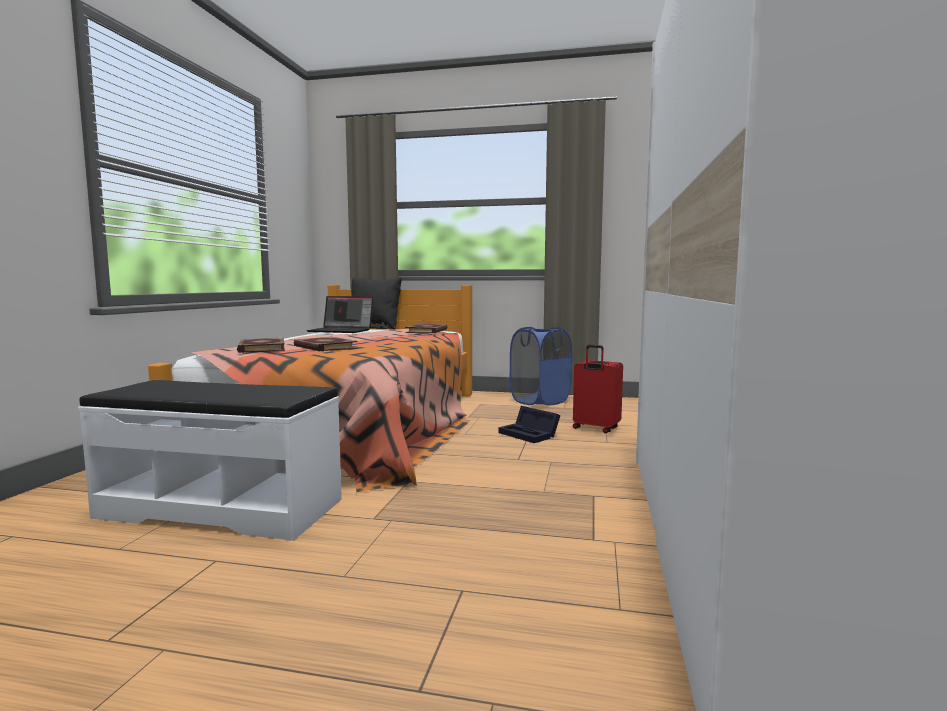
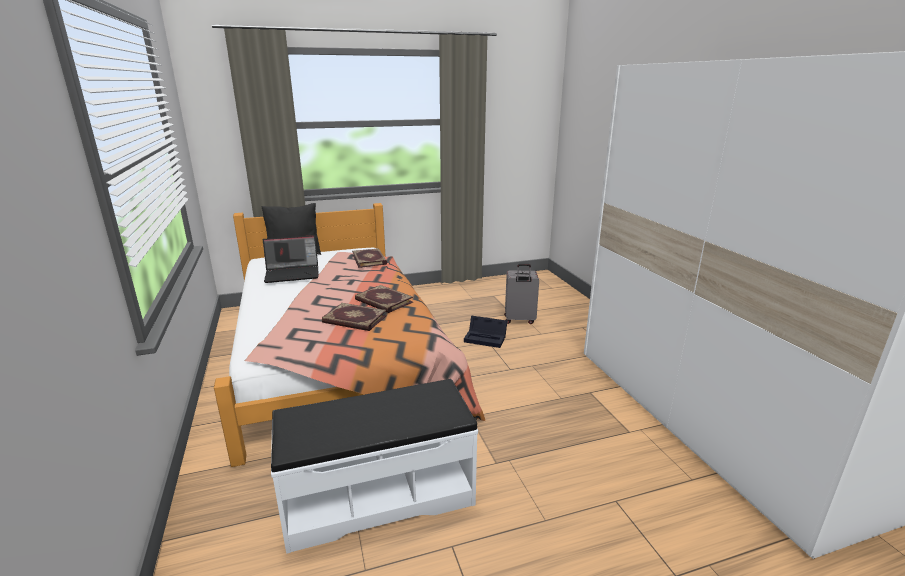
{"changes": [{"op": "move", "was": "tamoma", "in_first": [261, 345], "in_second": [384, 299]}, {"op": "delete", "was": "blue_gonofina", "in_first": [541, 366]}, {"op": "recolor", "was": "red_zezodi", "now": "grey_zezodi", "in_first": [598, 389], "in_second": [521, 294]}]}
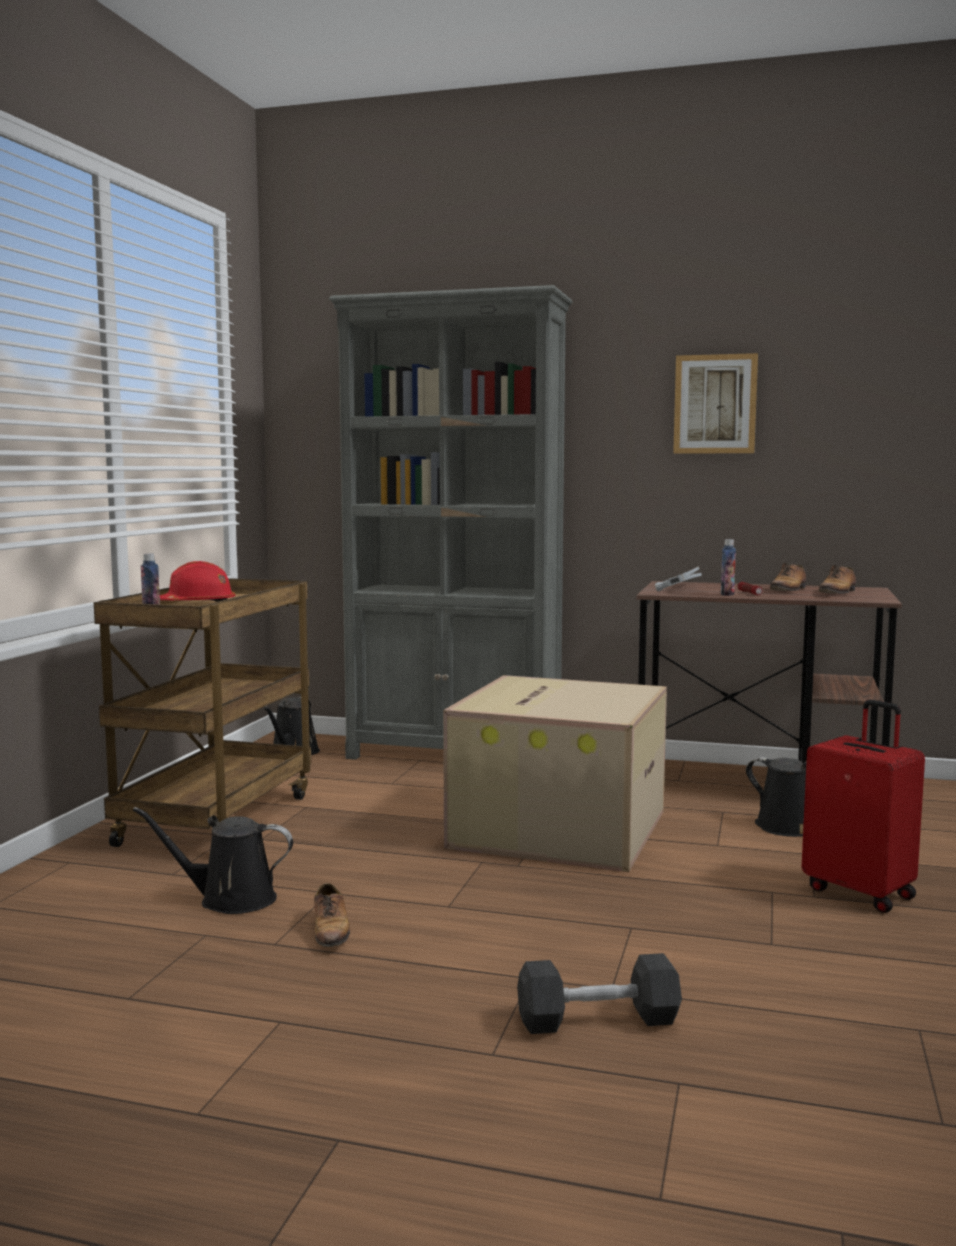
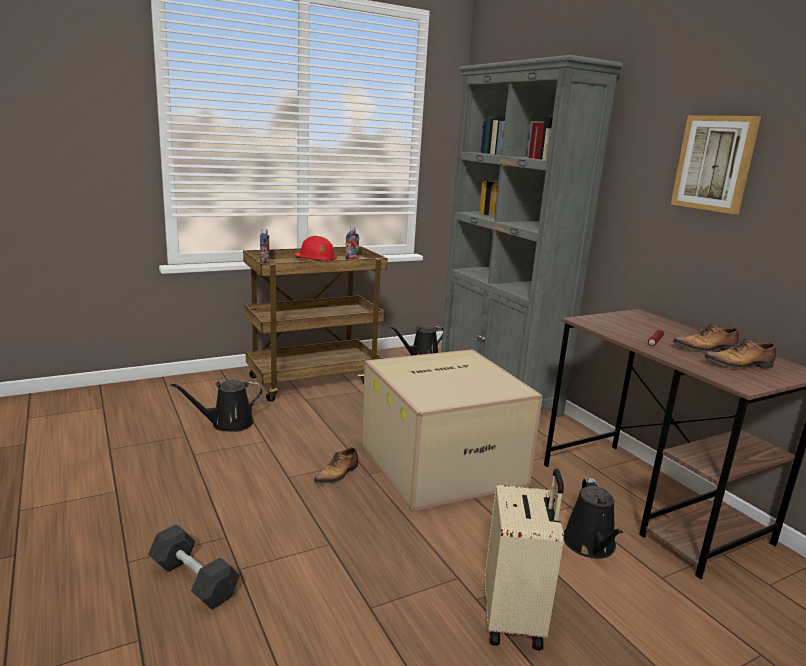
{"changes": [{"op": "rotate", "was": "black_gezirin", "in_first": [213, 860], "in_second": [217, 406], "clockwise": -75}, {"op": "move", "was": "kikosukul", "in_first": [332, 915], "in_second": [336, 465]}, {"op": "delete", "was": "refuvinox", "in_first": [678, 579]}, {"op": "move", "was": "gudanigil", "in_first": [728, 567], "in_second": [352, 242]}, {"op": "recolor", "was": "red_zezodi", "now": "beige_zezodi", "in_first": [863, 806], "in_second": [524, 560]}]}
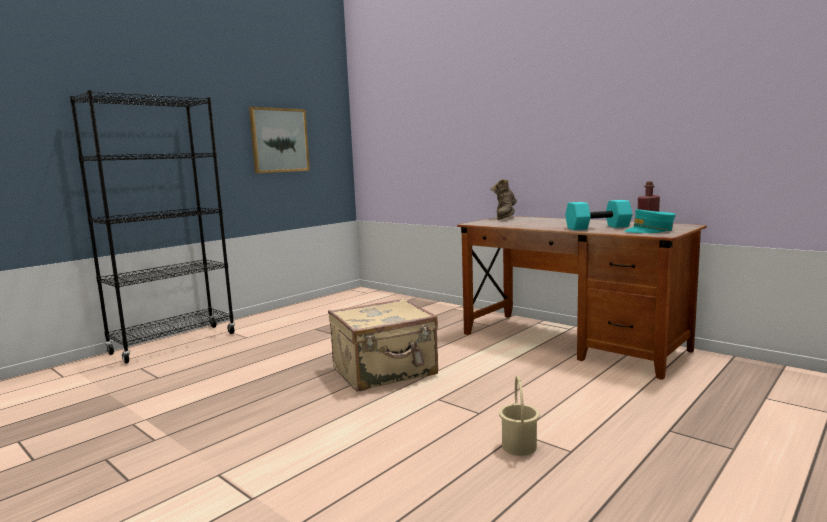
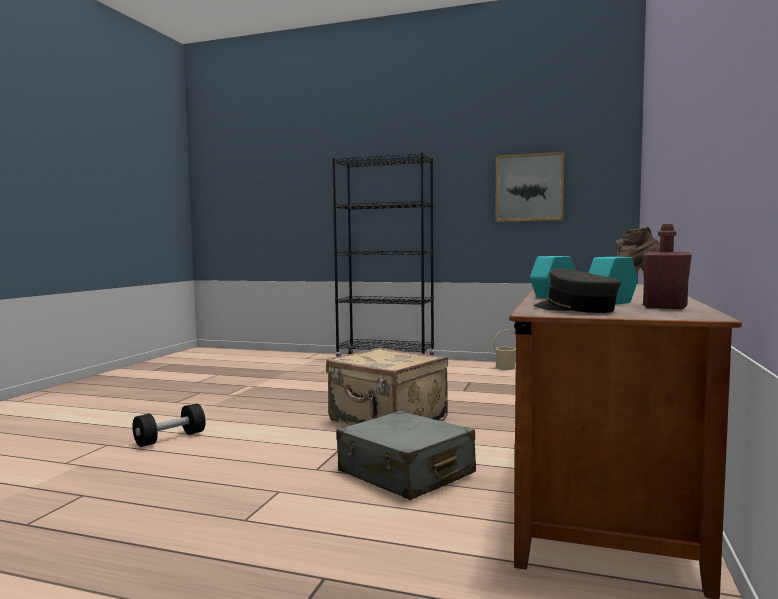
{"changes": [{"op": "move", "was": "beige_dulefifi", "in_first": [519, 416], "in_second": [504, 349]}, {"op": "recolor", "was": "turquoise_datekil", "now": "grey_datekil", "in_first": [650, 221], "in_second": [577, 291]}, {"op": "insert", "now": "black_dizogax", "in_second": [168, 425]}, {"op": "insert", "now": "grey_zezodi", "in_second": [406, 455]}]}
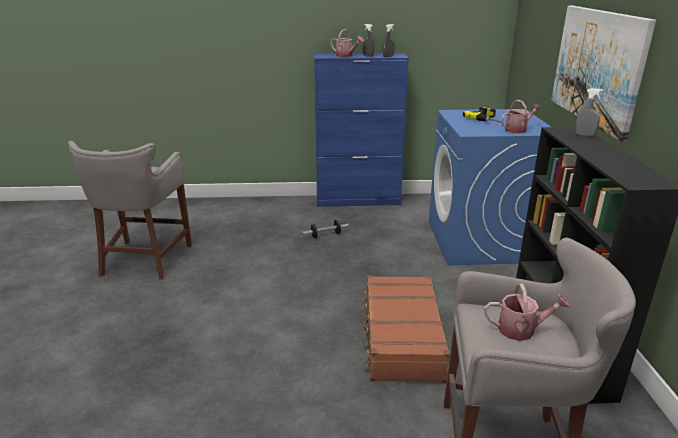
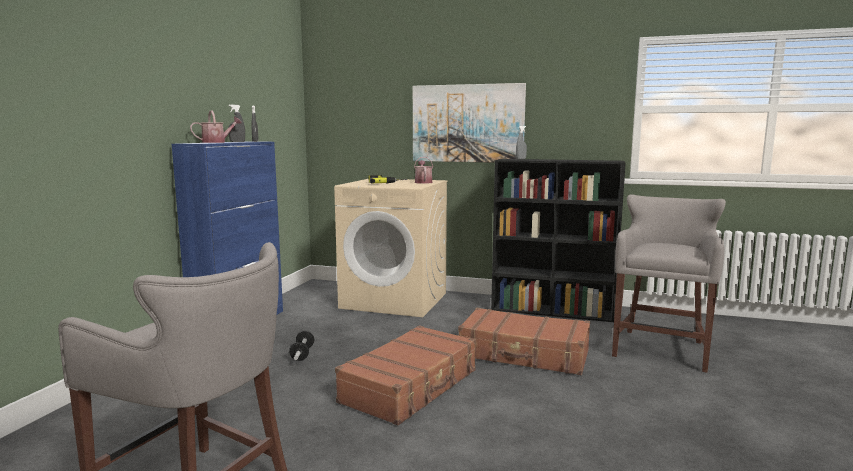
{"changes": [{"op": "recolor", "was": "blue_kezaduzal", "now": "beige_kezaduzal", "in_first": [490, 187], "in_second": [391, 248]}, {"op": "delete", "was": "gezirin", "in_first": [527, 312]}, {"op": "insert", "now": "brown_zezodi", "in_second": [405, 375]}]}
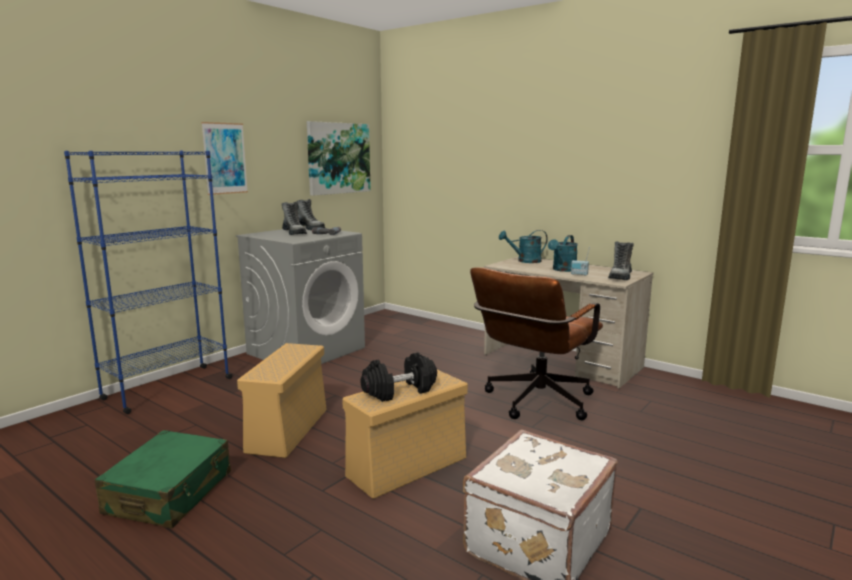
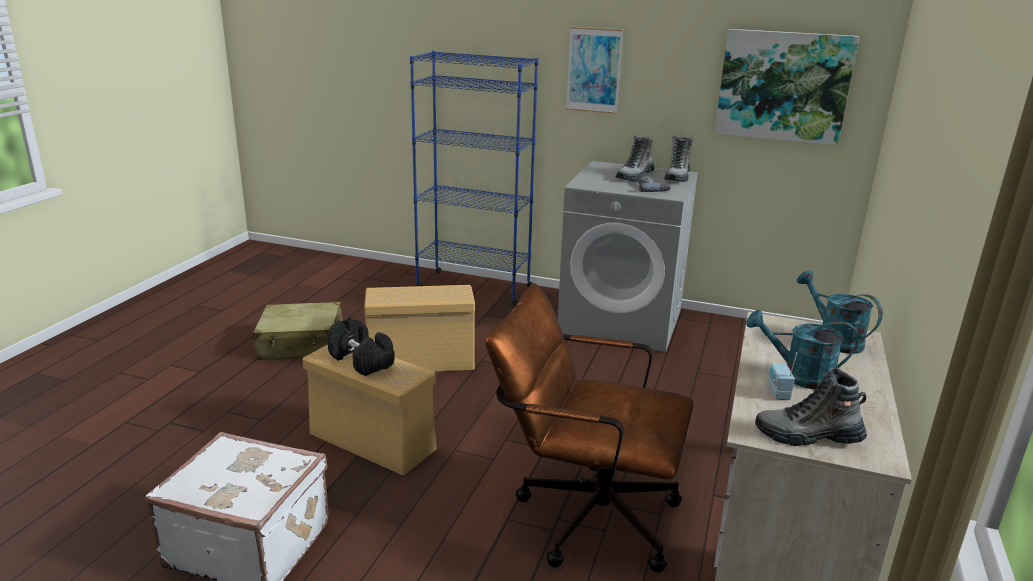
{"changes": [{"op": "recolor", "was": "green_zezodi", "now": "beige_zezodi", "in_first": [163, 479], "in_second": [298, 331]}]}
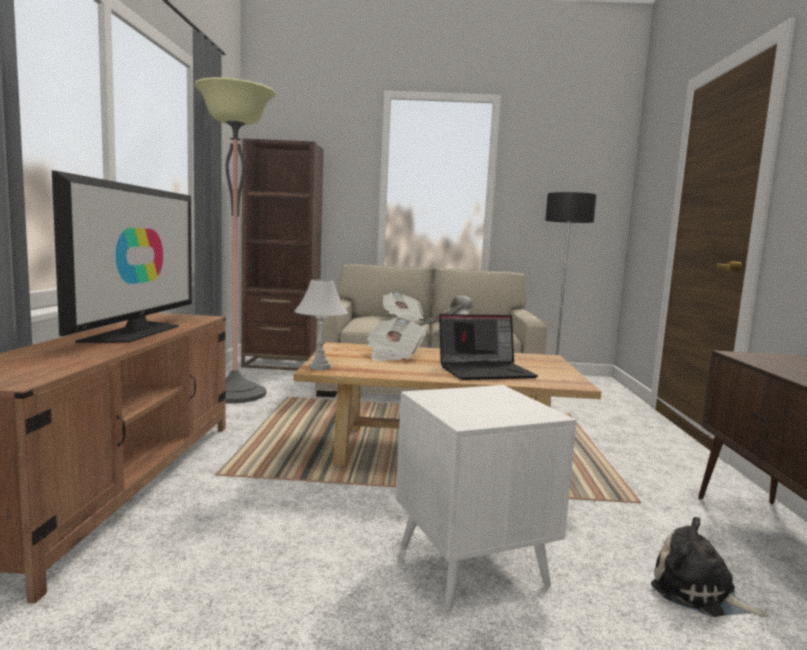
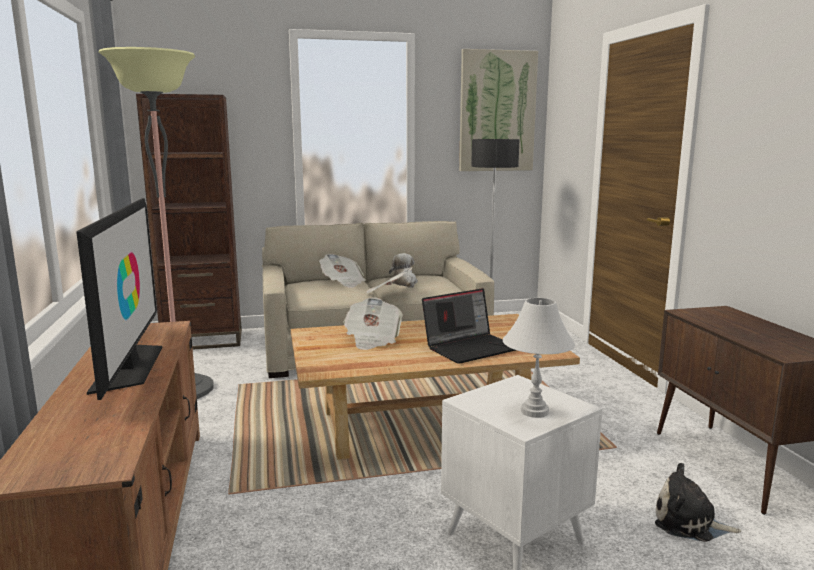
{"changes": [{"op": "move", "was": "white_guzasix", "in_first": [321, 325], "in_second": [539, 358]}, {"op": "insert", "now": "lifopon", "in_second": [498, 110]}]}
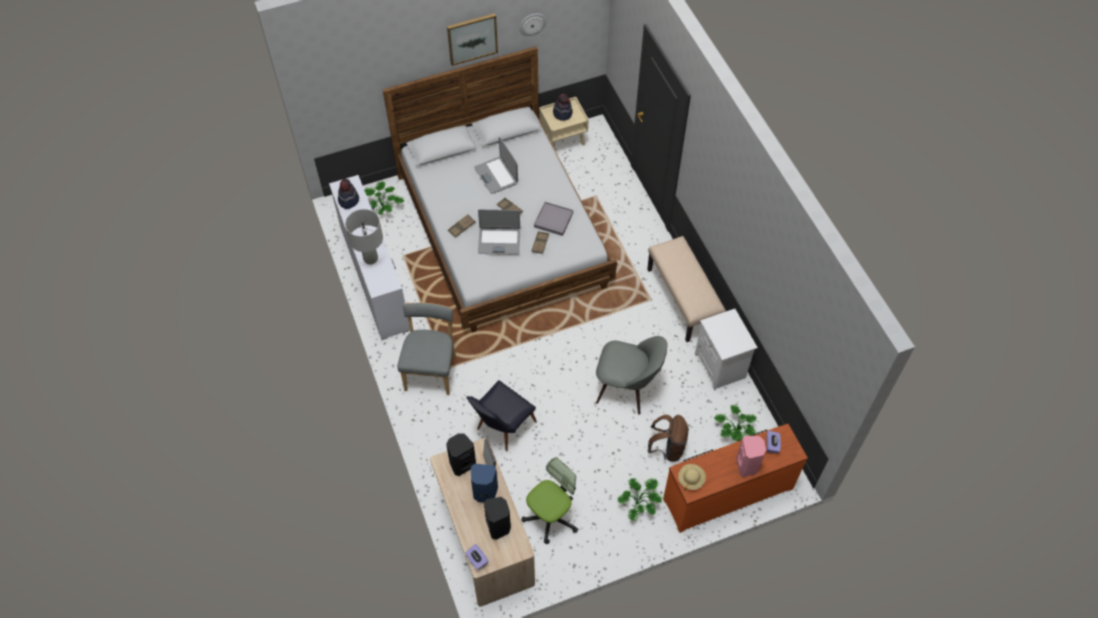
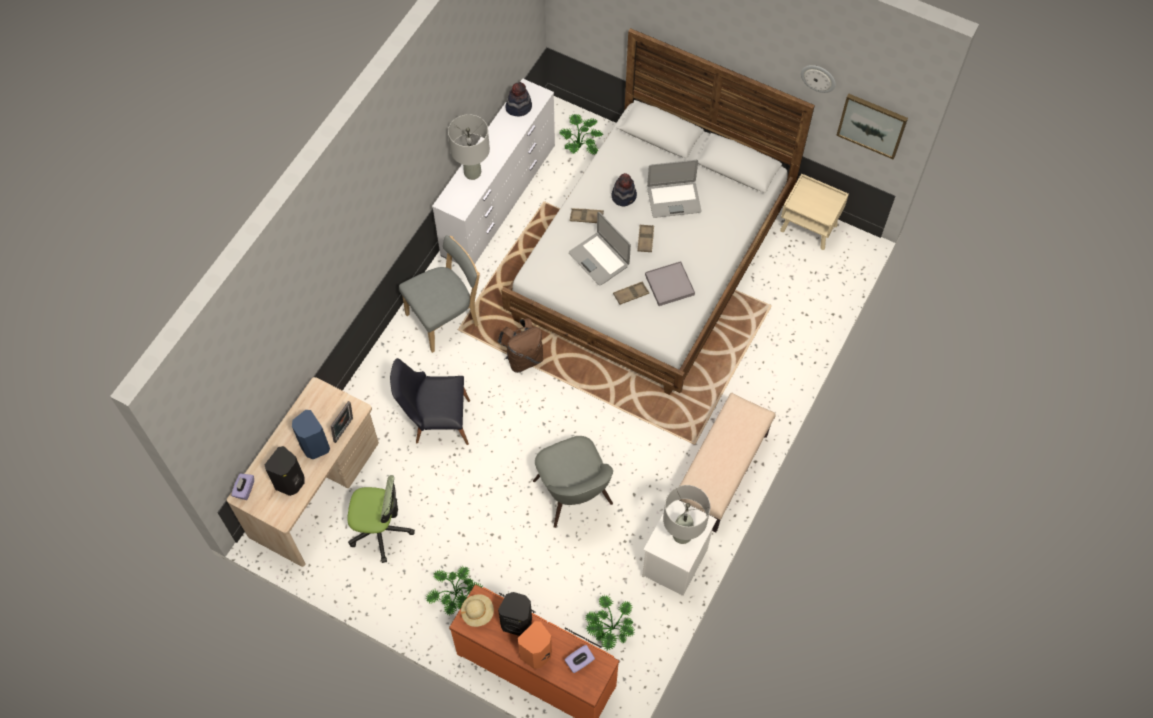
{"changes": [{"op": "move", "was": "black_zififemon", "in_first": [461, 454], "in_second": [515, 614]}, {"op": "move", "was": "lifopon", "in_first": [472, 39], "in_second": [872, 126]}, {"op": "rotate", "was": "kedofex", "in_first": [496, 165], "in_second": [674, 189], "clockwise": -120}, {"op": "move", "was": "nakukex", "in_first": [563, 107], "in_second": [624, 189]}, {"op": "move", "was": "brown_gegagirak", "in_first": [668, 438], "in_second": [520, 345]}, {"op": "recolor", "was": "pink_zififemon", "now": "orange_zififemon", "in_first": [751, 456], "in_second": [535, 645]}, {"op": "insert", "now": "grey_guzasix", "in_second": [686, 514]}]}
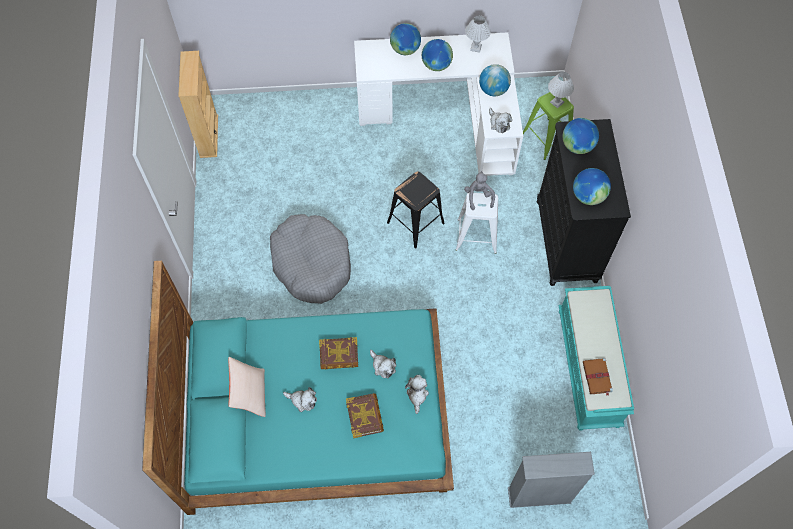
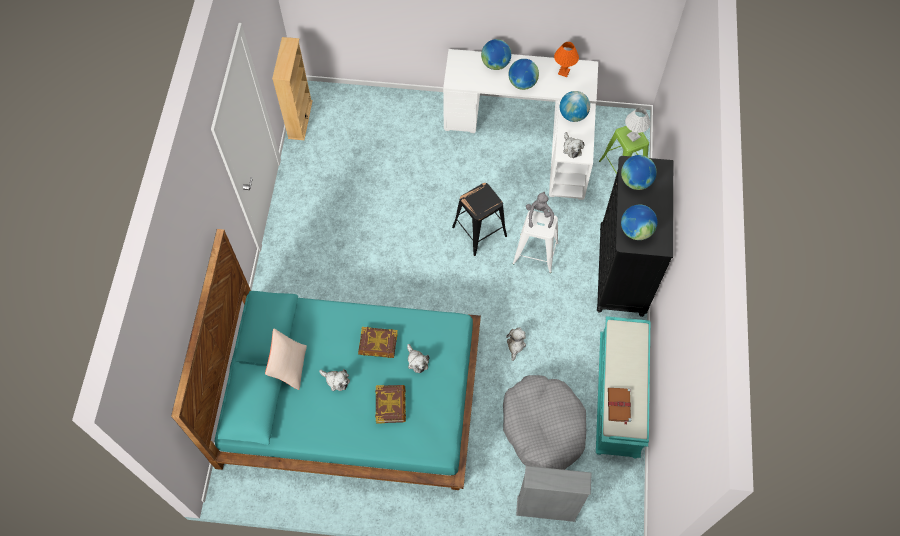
{"changes": [{"op": "move", "was": "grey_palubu", "in_first": [310, 259], "in_second": [544, 422]}, {"op": "move", "was": "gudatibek", "in_first": [417, 394], "in_second": [516, 344]}, {"op": "recolor", "was": "white_guzasix", "now": "orange_guzasix", "in_first": [478, 34], "in_second": [566, 59]}]}
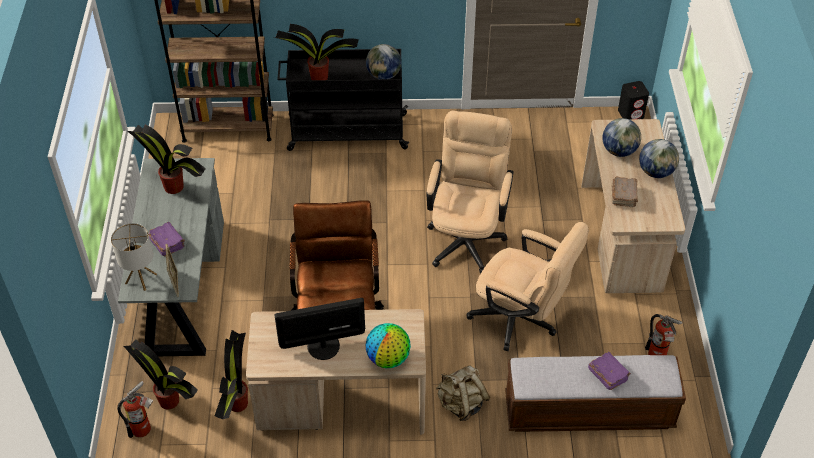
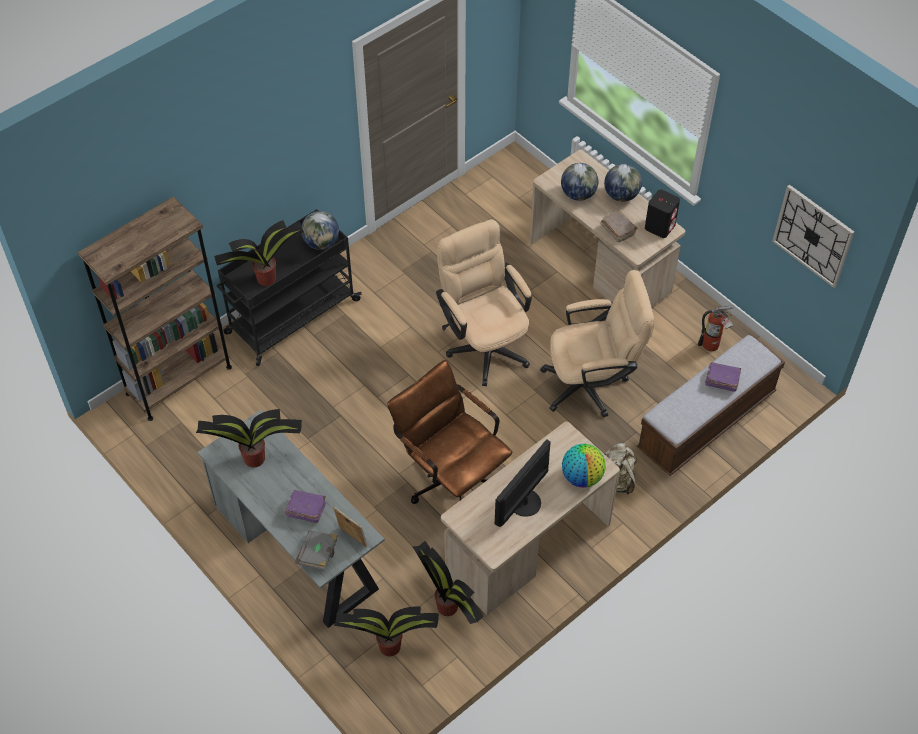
{"changes": [{"op": "replace", "was": "guzasix", "now": "grey_tamoma", "in_first": [134, 257], "in_second": [316, 550]}, {"op": "delete", "was": "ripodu", "in_first": [135, 409]}, {"op": "move", "was": "black_zififemon", "in_first": [633, 100], "in_second": [662, 214]}, {"op": "insert", "now": "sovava", "in_second": [813, 236]}]}
